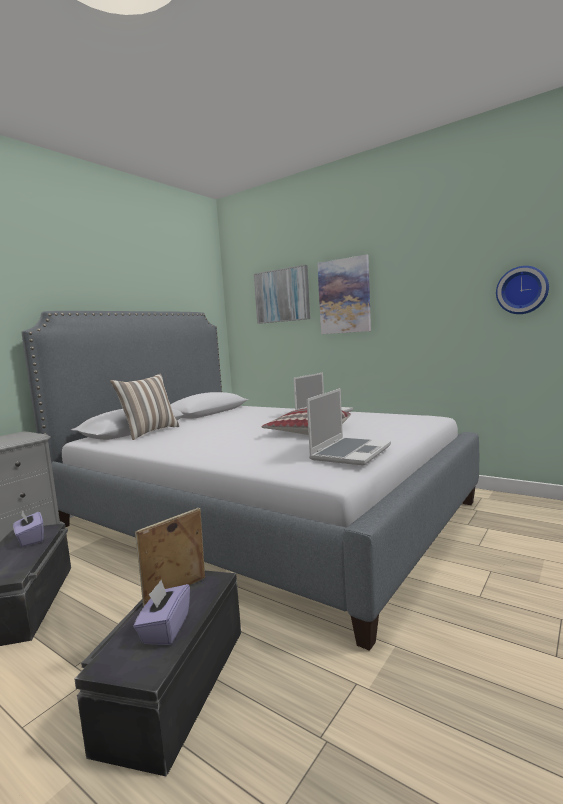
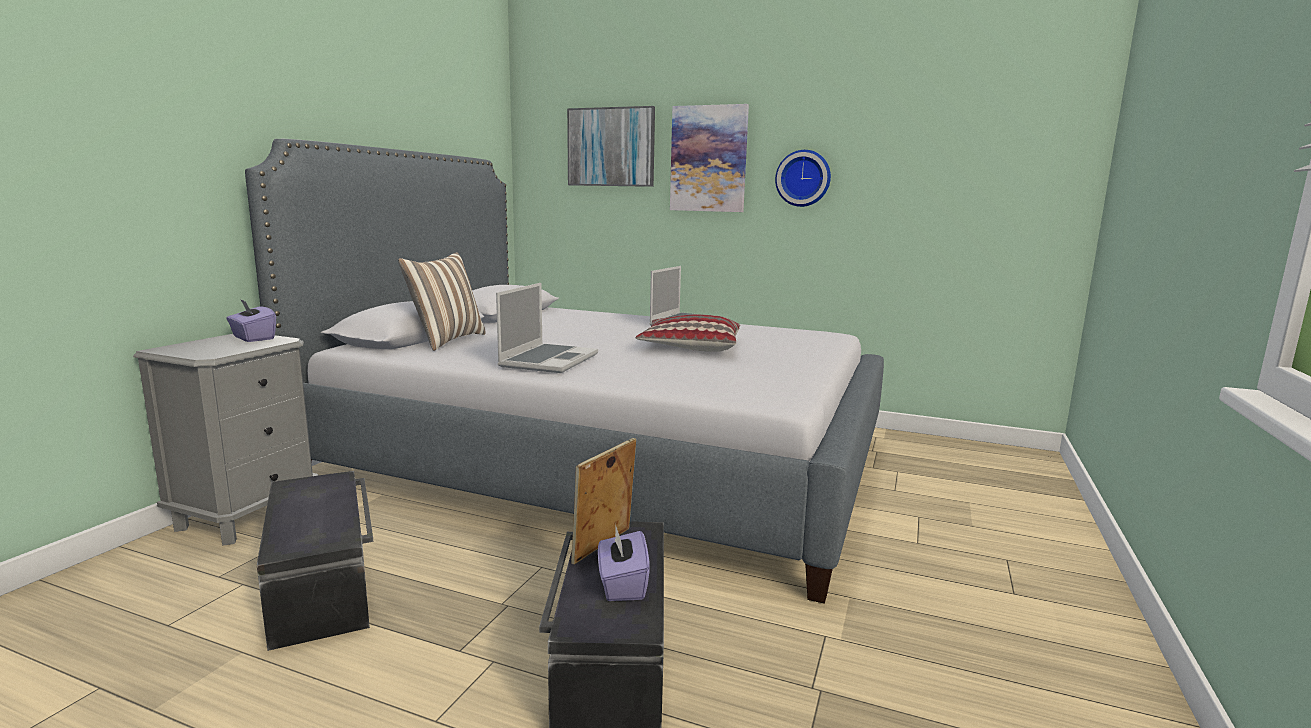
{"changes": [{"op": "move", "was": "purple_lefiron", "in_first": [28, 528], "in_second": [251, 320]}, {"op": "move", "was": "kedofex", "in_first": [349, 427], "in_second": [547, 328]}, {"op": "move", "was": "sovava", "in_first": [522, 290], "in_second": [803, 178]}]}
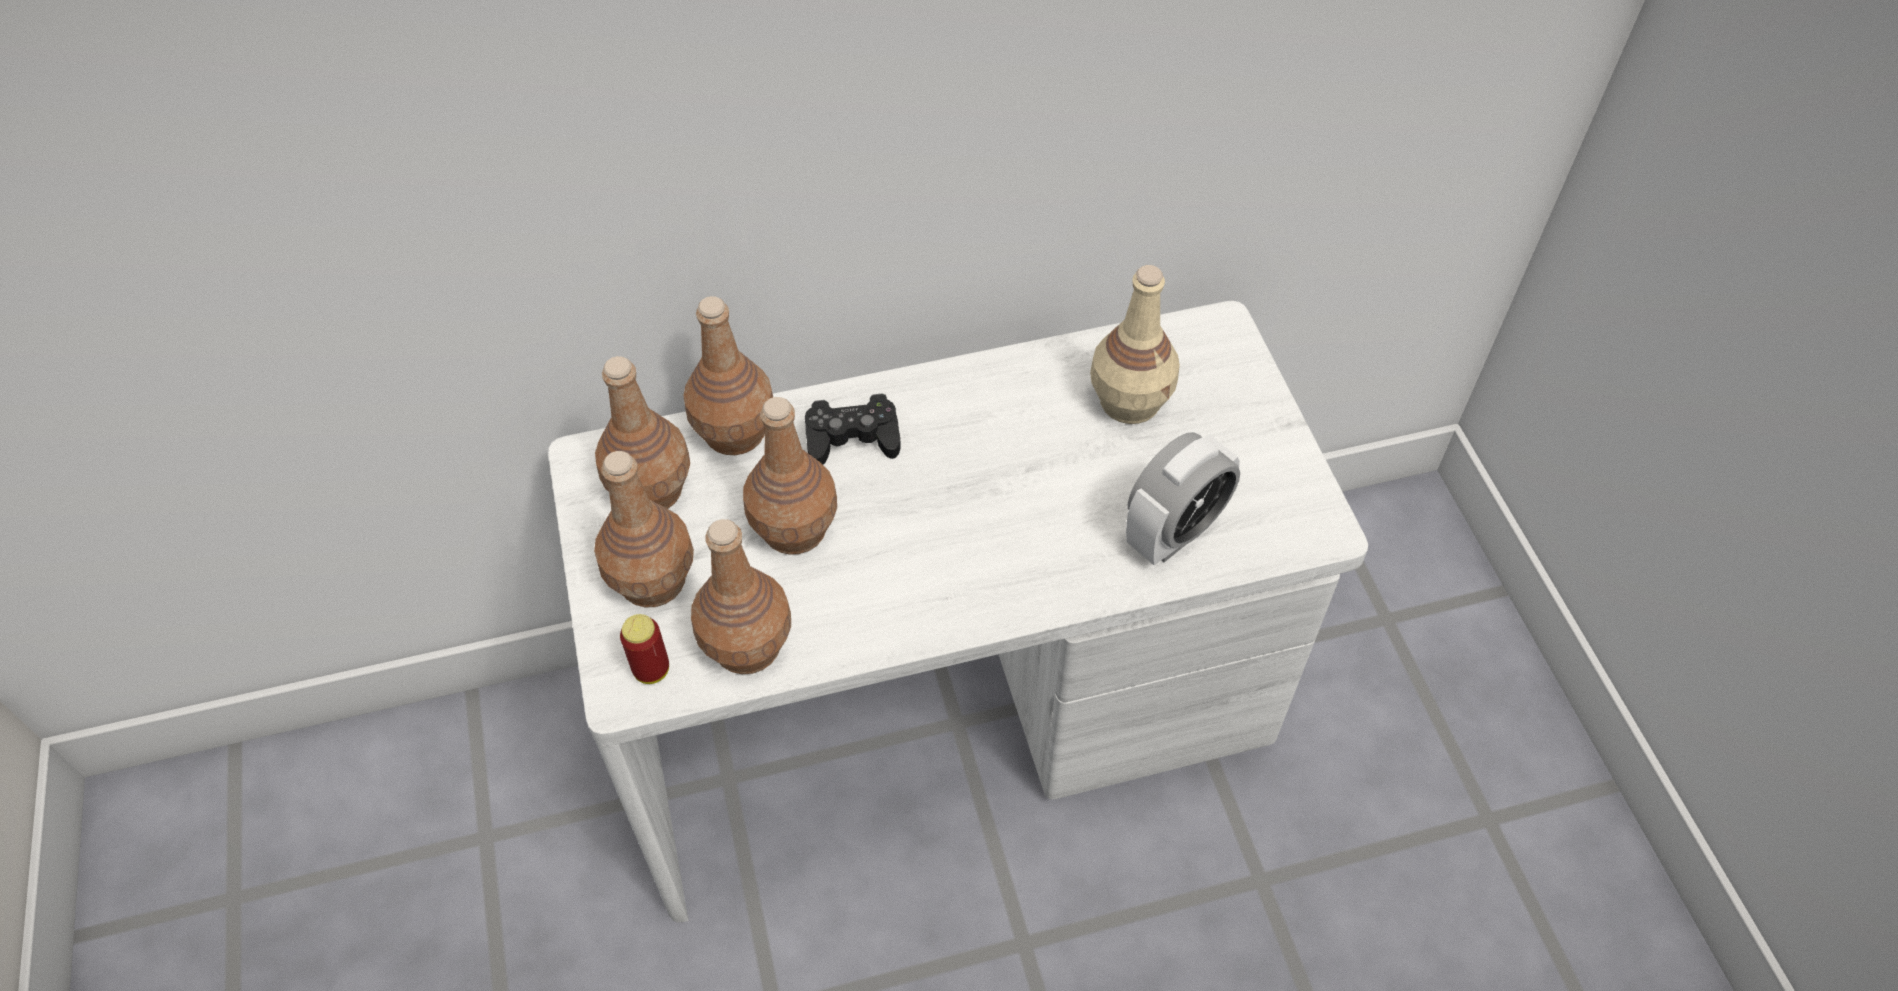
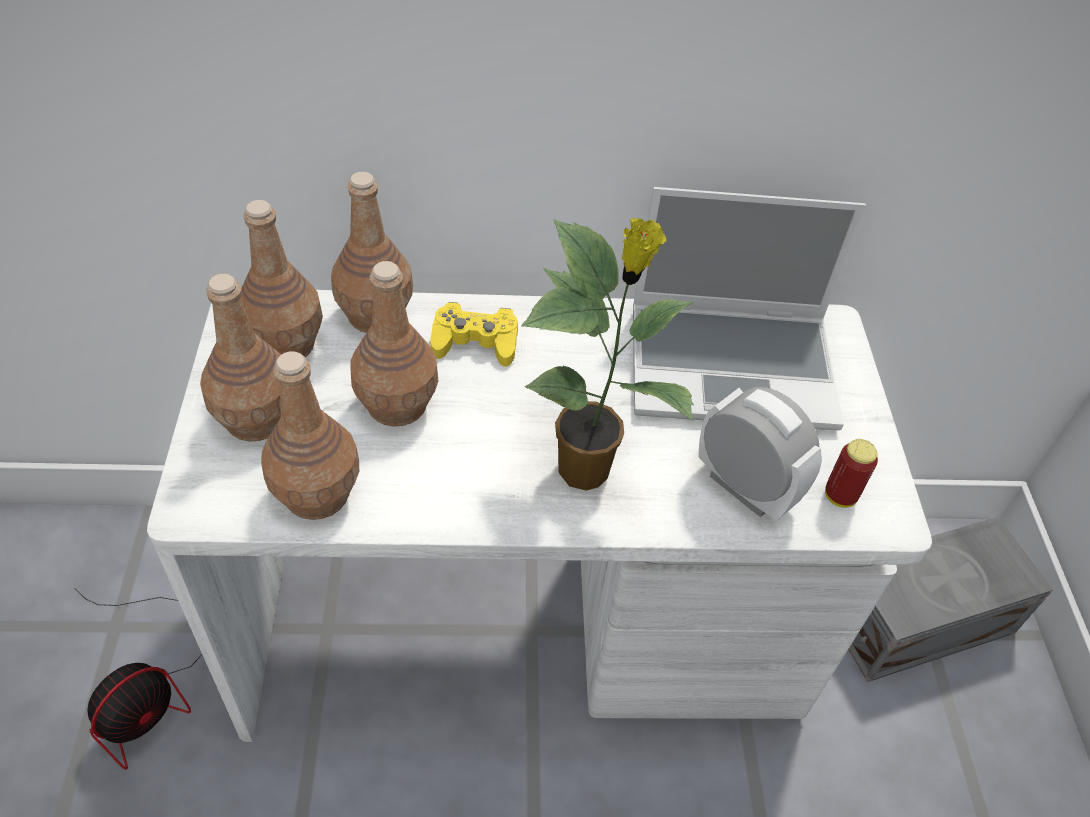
{"changes": [{"op": "move", "was": "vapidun", "in_first": [644, 649], "in_second": [851, 473]}, {"op": "recolor", "was": "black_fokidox", "now": "yellow_fokidox", "in_first": [853, 429], "in_second": [474, 334]}, {"op": "replace", "was": "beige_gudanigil", "now": "kedofex", "in_first": [1135, 344], "in_second": [749, 308]}, {"op": "rotate", "was": "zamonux", "in_first": [1183, 498], "in_second": [760, 454], "clockwise": -105}, {"op": "insert", "now": "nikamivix", "in_second": [138, 679]}, {"op": "insert", "now": "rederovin", "in_second": [608, 354]}, {"op": "insert", "now": "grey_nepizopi", "in_second": [950, 599]}]}
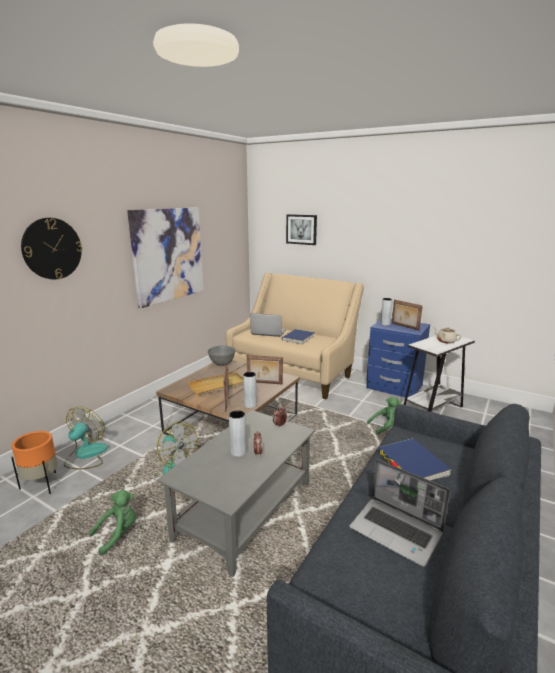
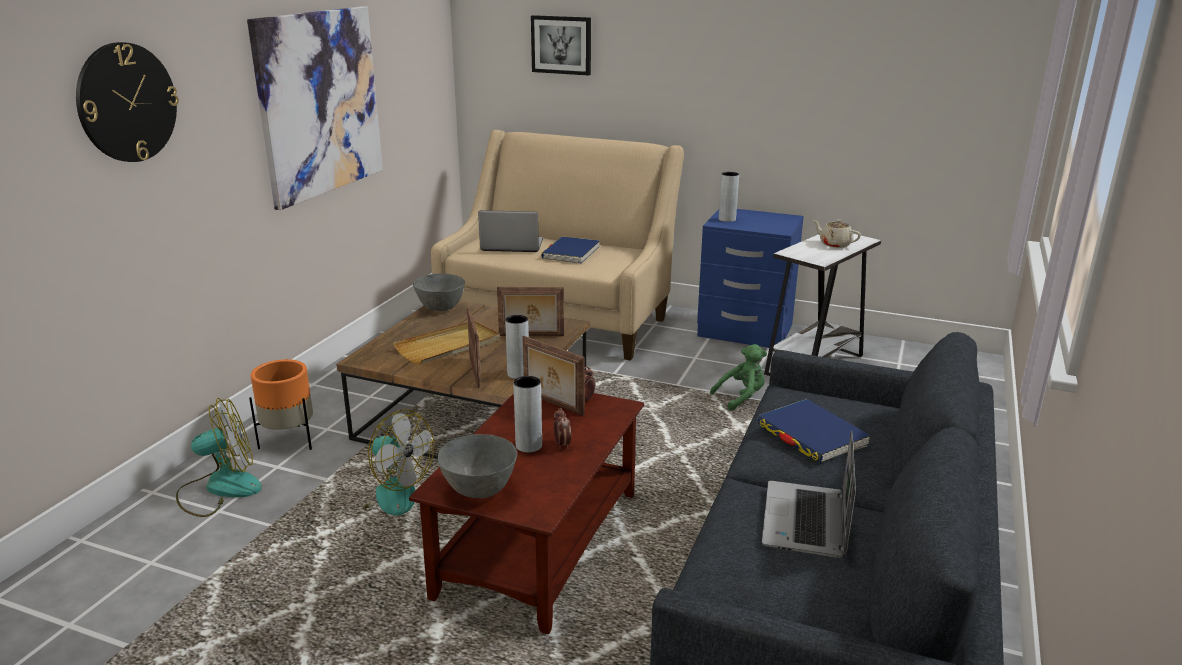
{"changes": [{"op": "move", "was": "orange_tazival", "in_first": [34, 462], "in_second": [281, 404]}, {"op": "rotate", "was": "nikamivix", "in_first": [86, 438], "in_second": [219, 457], "clockwise": 60}, {"op": "delete", "was": "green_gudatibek", "in_first": [112, 522]}, {"op": "recolor", "was": "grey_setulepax", "now": "brown_setulepax", "in_first": [236, 493], "in_second": [526, 514]}, {"op": "rotate", "was": "kedofex", "in_first": [400, 513], "in_second": [809, 494], "clockwise": 75}, {"op": "move", "was": "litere", "in_first": [407, 315], "in_second": [553, 376]}, {"op": "insert", "now": "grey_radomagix", "in_second": [477, 466]}]}
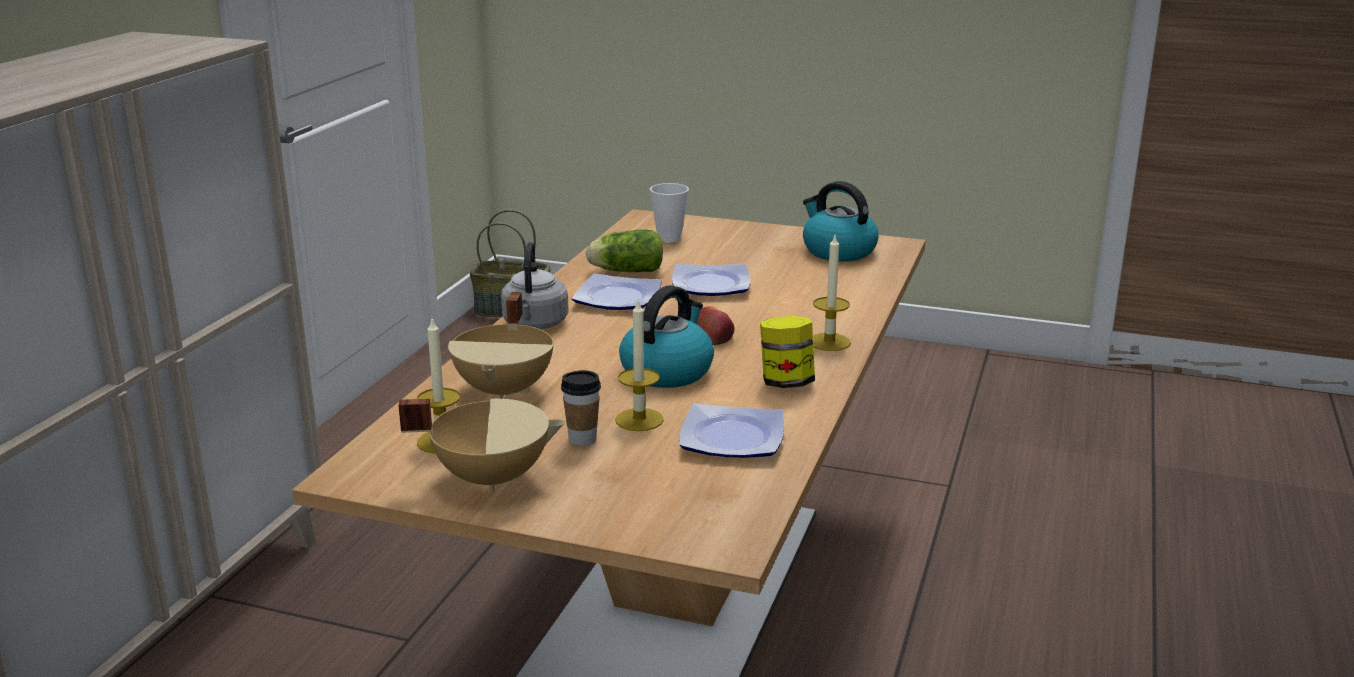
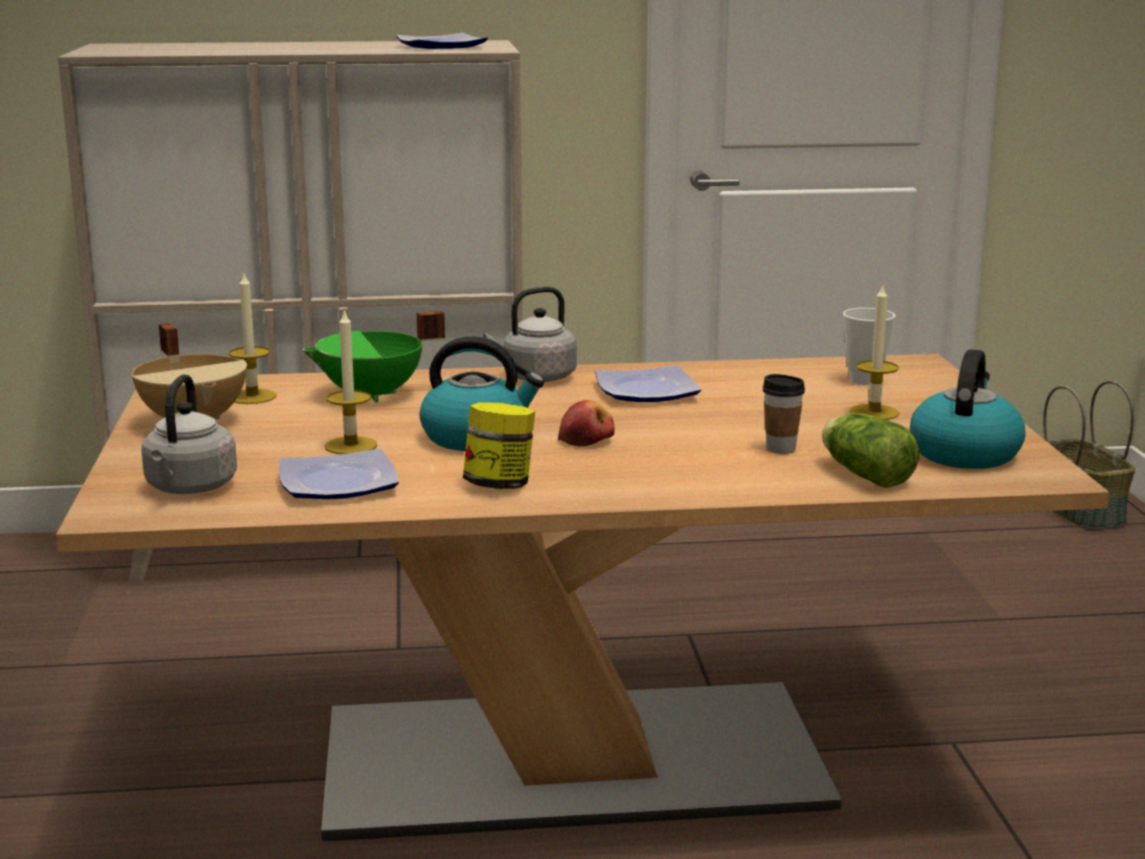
{"changes": [{"op": "recolor", "was": "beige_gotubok", "now": "green_gotubok", "in_first": [501, 345], "in_second": [373, 356]}, {"op": "move", "was": "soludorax", "in_first": [581, 408], "in_second": [784, 414]}, {"op": "move", "was": "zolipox", "in_first": [624, 250], "in_second": [870, 450]}, {"op": "move", "was": "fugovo", "in_first": [711, 279], "in_second": [442, 41]}, {"op": "move", "was": "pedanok", "in_first": [831, 293], "in_second": [874, 352]}, {"op": "insert", "now": "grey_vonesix", "in_second": [189, 434]}]}
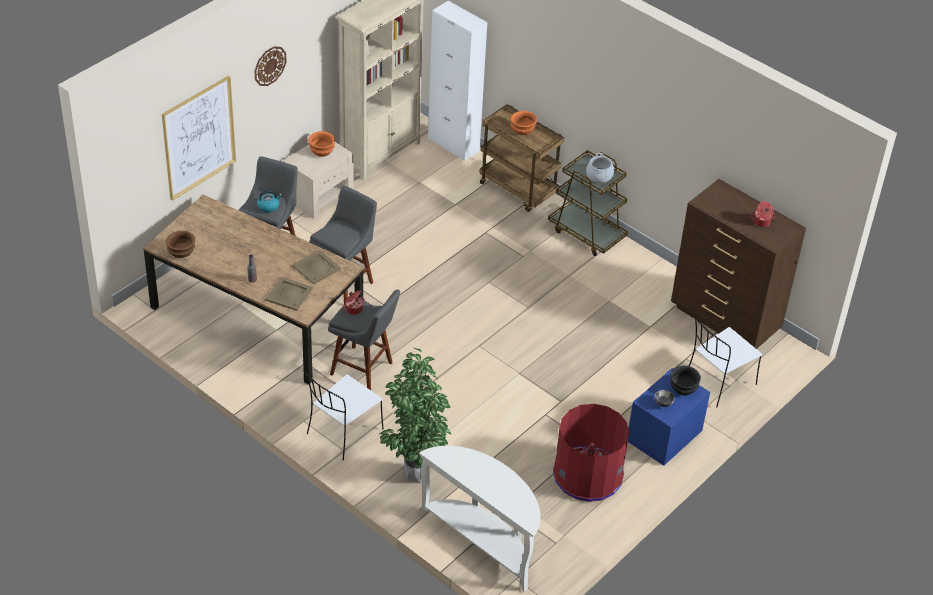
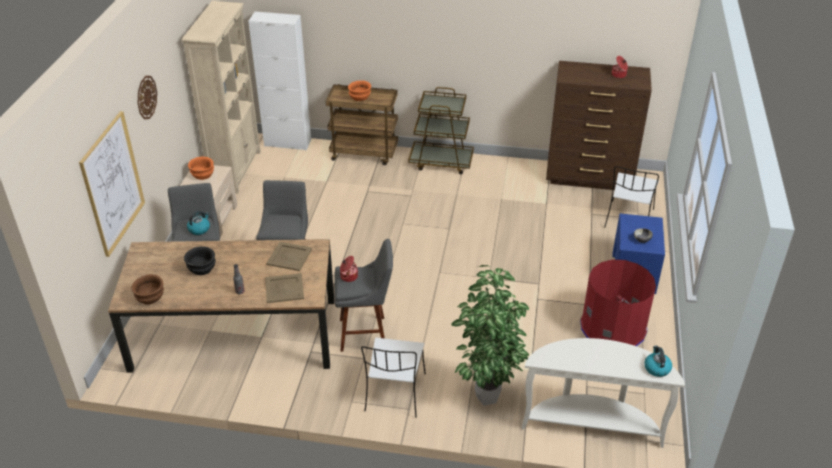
{"changes": [{"op": "delete", "was": "gotubok", "in_first": [600, 168]}, {"op": "move", "was": "black_radomagix", "in_first": [685, 380], "in_second": [200, 260]}, {"op": "insert", "now": "vonesix", "in_second": [658, 361]}]}
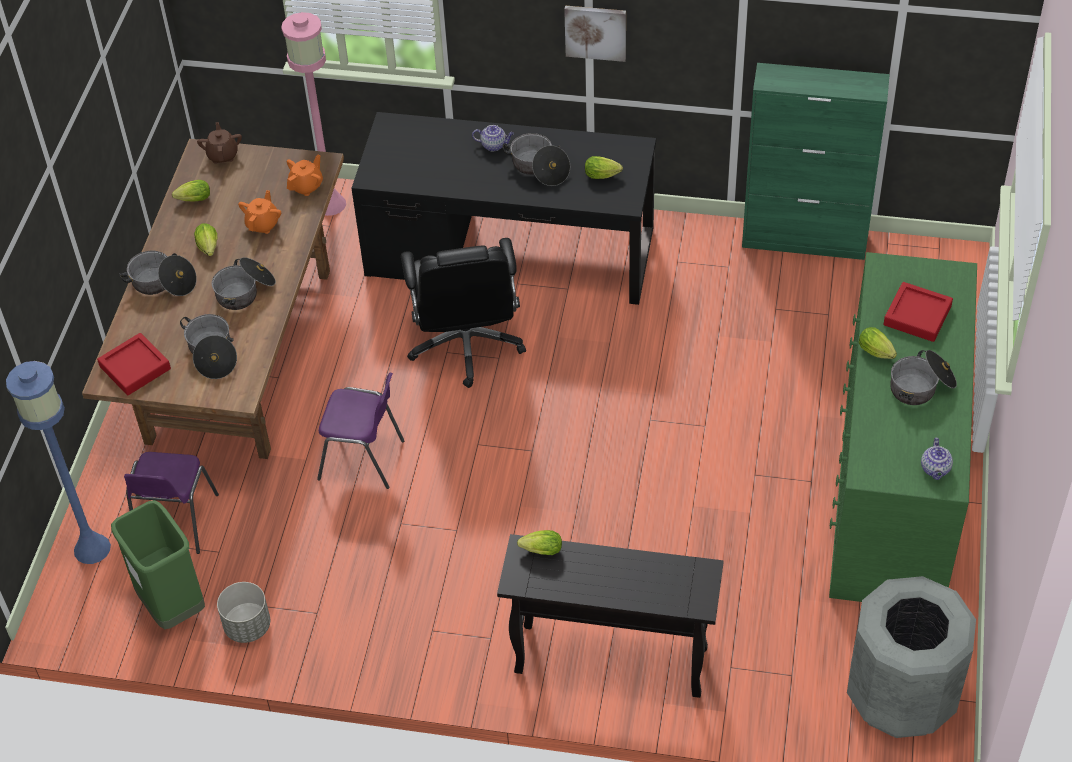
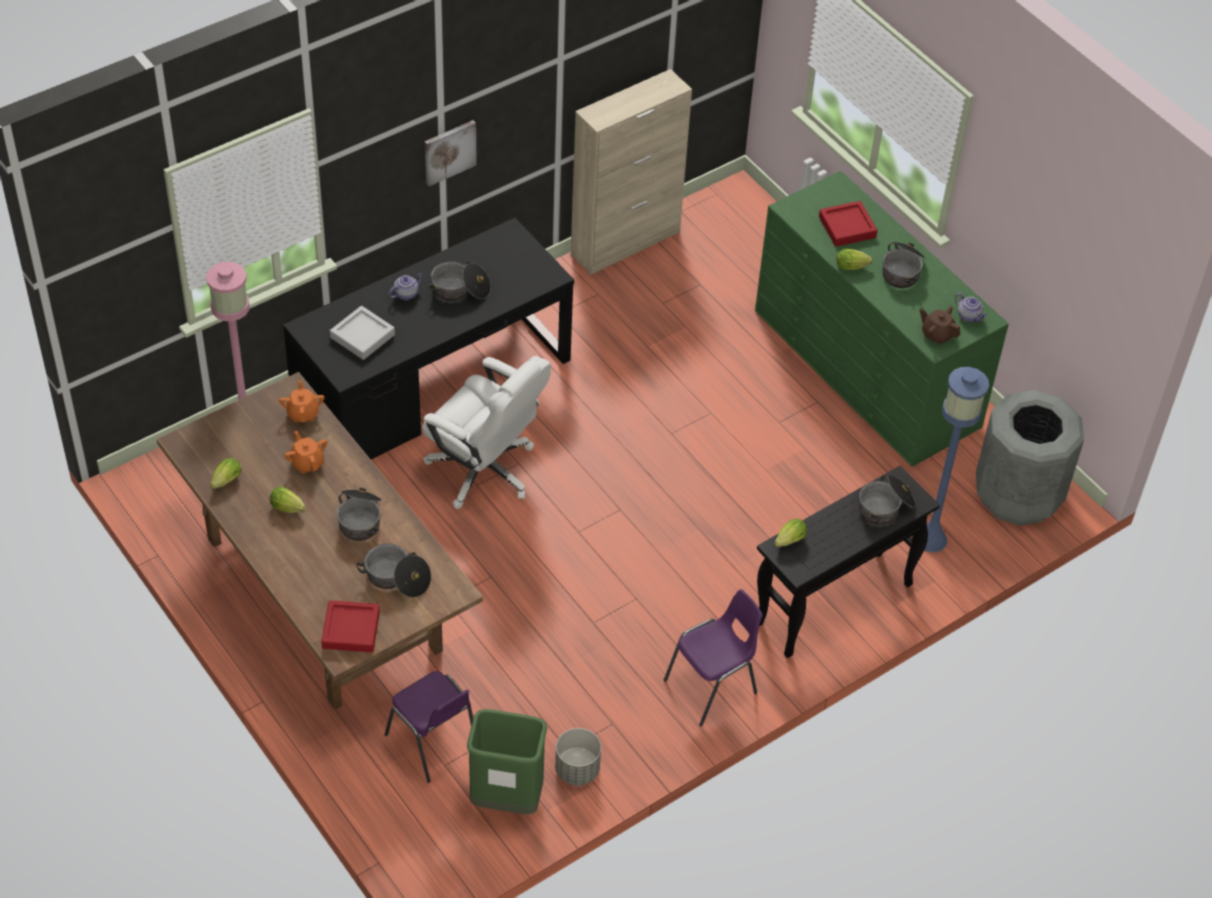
{"changes": [{"op": "move", "was": "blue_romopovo", "in_first": [58, 462], "in_second": [957, 459]}, {"op": "move", "was": "gotubok", "in_first": [158, 273], "in_second": [887, 499]}, {"op": "move", "was": "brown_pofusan", "in_first": [219, 143], "in_second": [940, 325]}, {"op": "move", "was": "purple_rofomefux", "in_first": [360, 431], "in_second": [713, 658]}, {"op": "recolor", "was": "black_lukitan", "now": "white_lukitan", "in_first": [463, 313], "in_second": [486, 432]}, {"op": "delete", "was": "zolipox", "in_first": [604, 167]}, {"op": "recolor", "was": "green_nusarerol", "now": "beige_nusarerol", "in_first": [816, 161], "in_second": [631, 172]}, {"op": "insert", "now": "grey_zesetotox", "in_second": [362, 333]}]}
